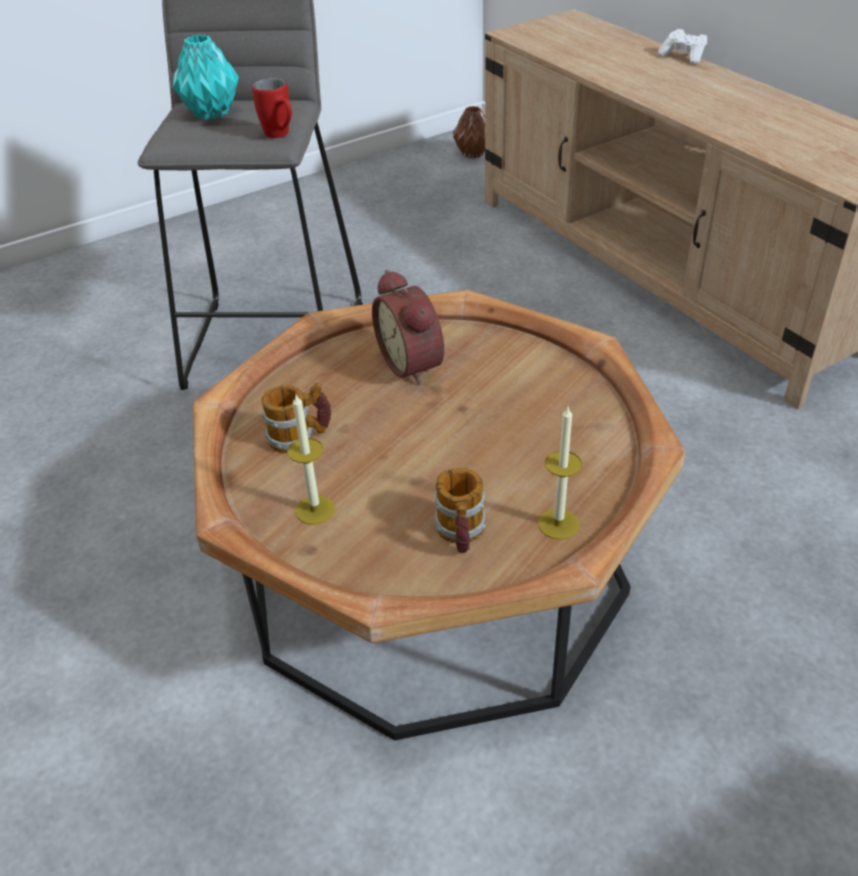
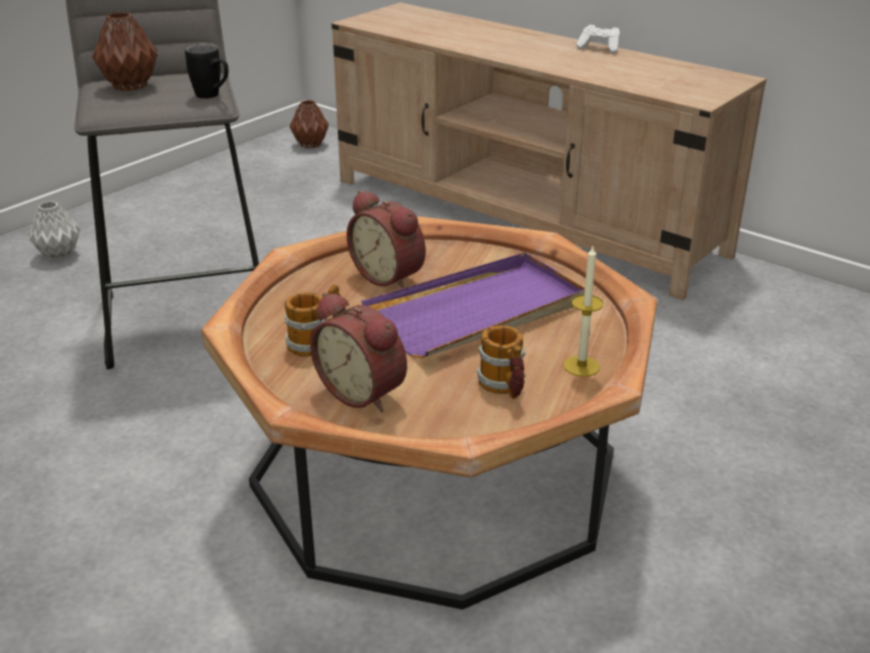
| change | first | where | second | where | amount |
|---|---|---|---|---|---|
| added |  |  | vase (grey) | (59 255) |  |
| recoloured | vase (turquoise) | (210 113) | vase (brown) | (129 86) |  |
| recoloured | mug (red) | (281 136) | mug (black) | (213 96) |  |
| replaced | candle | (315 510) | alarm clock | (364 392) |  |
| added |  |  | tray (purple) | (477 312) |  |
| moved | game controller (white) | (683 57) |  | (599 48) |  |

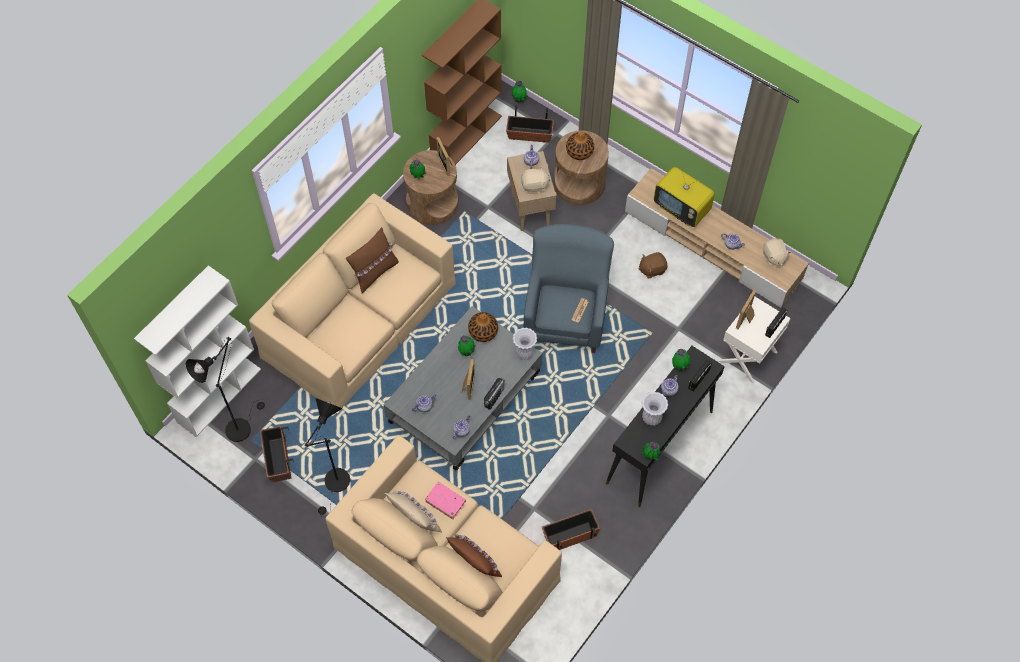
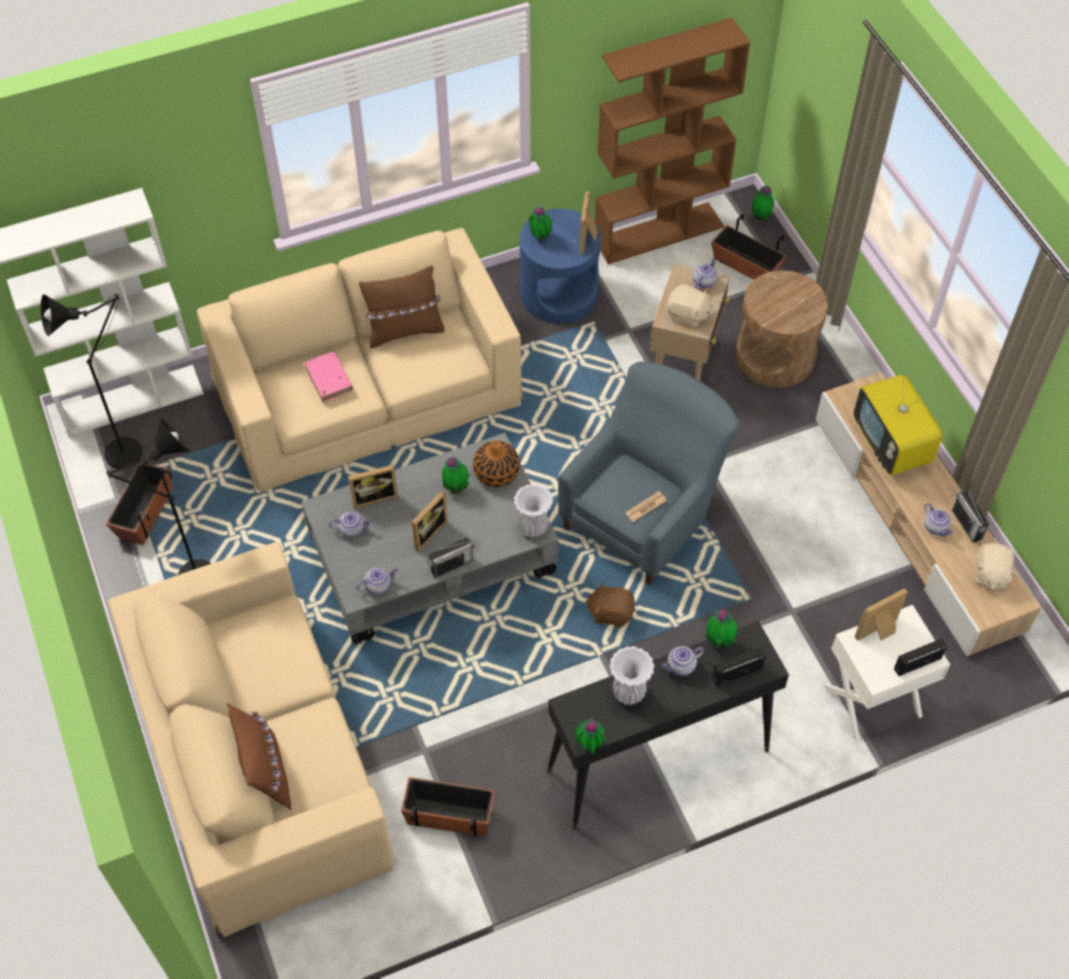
| change | first | where | second | where | amount |
|---|---|---|---|---|---|
| moved | book (pink) | (445 502) |  | (329 380) |  |
| added |  |  | picture frame | (374 496) |  |
| recoloured | side table (brown) | (432 203) | side table (blue) | (559 293) |  |
| moved | plush toy (brown) | (652 269) |  | (611 612) |  |
| added |  |  | radio | (966 525) |  |
| removed | pillow (beige) | (415 521) |  |  |  |
| removed | vase | (579 152) |  |  |  |

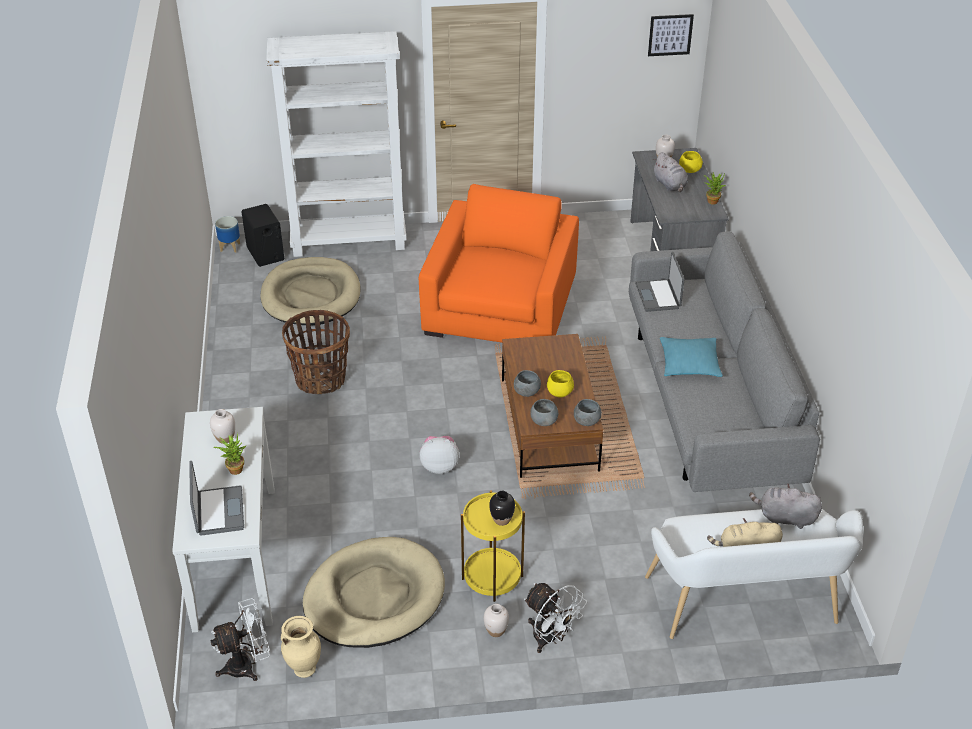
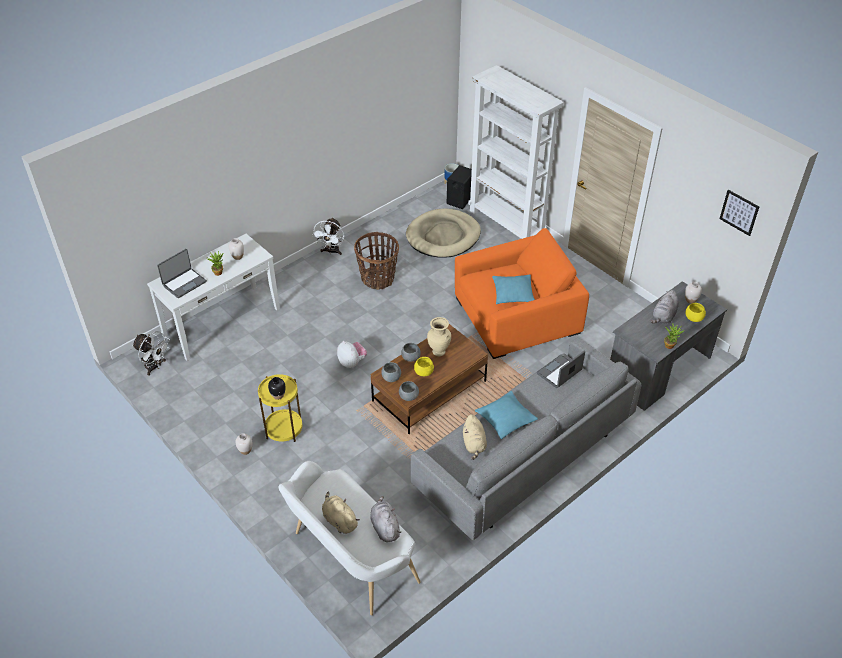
| change | first | where | second | where | amount |
|---|---|---|---|---|---|
| moved | fan (white) | (550 639) |  | (331 252) |  |
| moved | vase (beige) | (304 669) |  | (439 351) |  |
| added |  |  | plush toy (beige) | (474 444) |  |
| added |  |  | pillow (turquoise) | (513 293) |  |
| removed | dog bed (beige) | (374 597) |  |  |  |

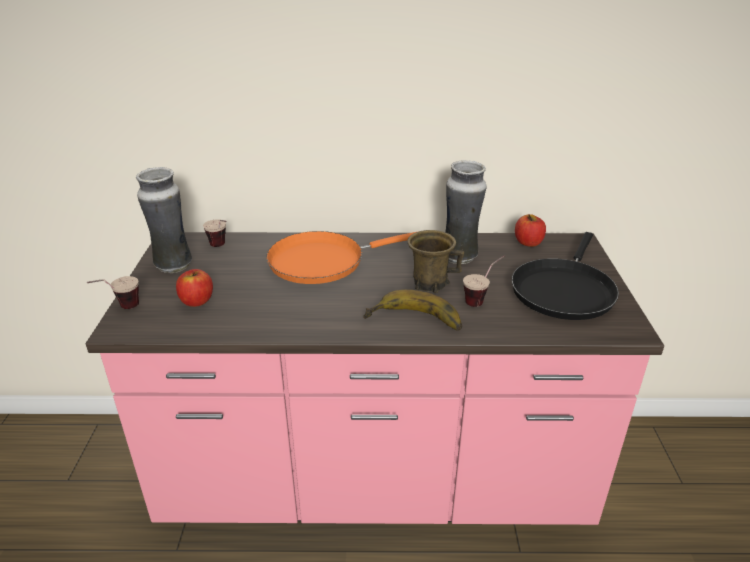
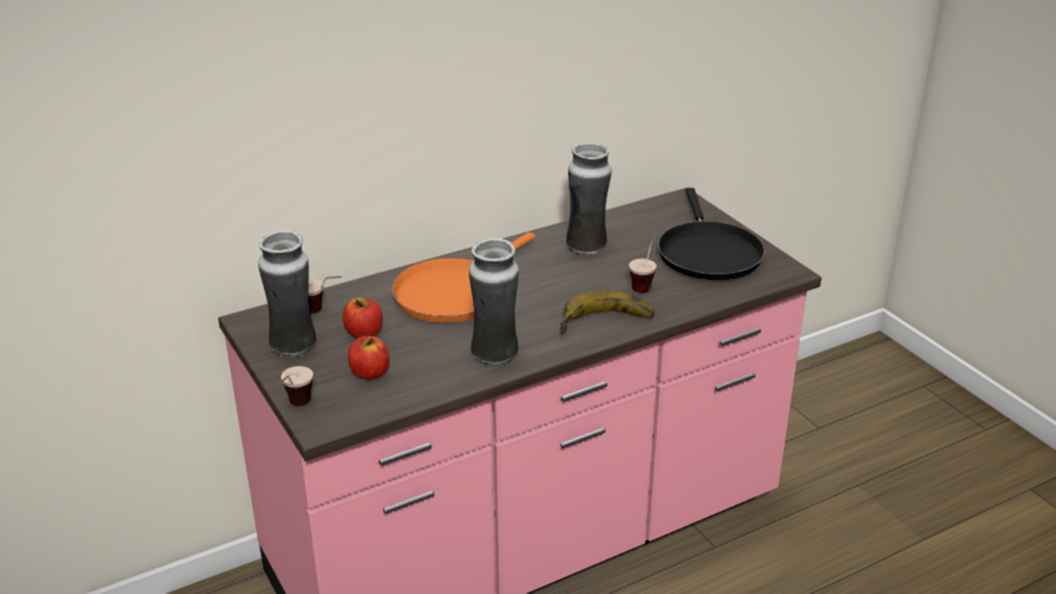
| change | first | where | second | where | amount |
|---|---|---|---|---|---|
| moved | apple | (528 243) |  | (364 333) |  |
| added |  |  | vase | (495 356) |  |
| removed | mug (brown) | (429 282) |  |  |  |

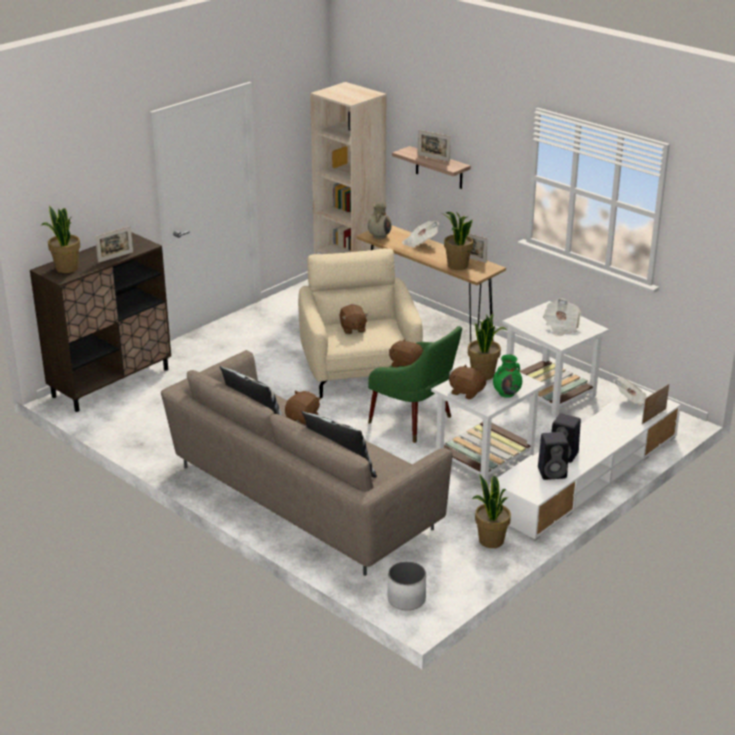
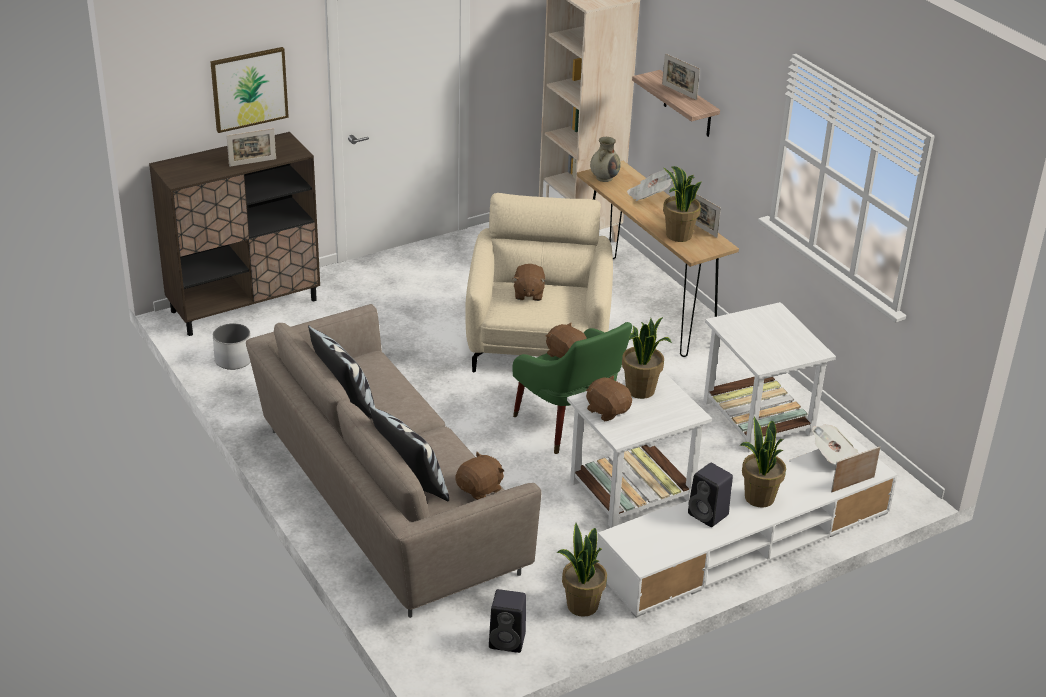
| change | first | where | second | where | amount |
|---|---|---|---|---|---|
| added |  |  | picture | (249 89) |  |
| moved | planter (white) | (406 599) |  | (233 360) |  |
| moved | plush toy (brown) | (303 418) |  | (480 489) |  |
| moved | speaker (black) | (553 472) |  | (508 640) |  |
| moved | potted plant | (66 268) |  | (758 497) |  |
| removed | vase (green) | (507 393) |  |  |  |
| removed | newspaper | (561 327) |  |  |  |

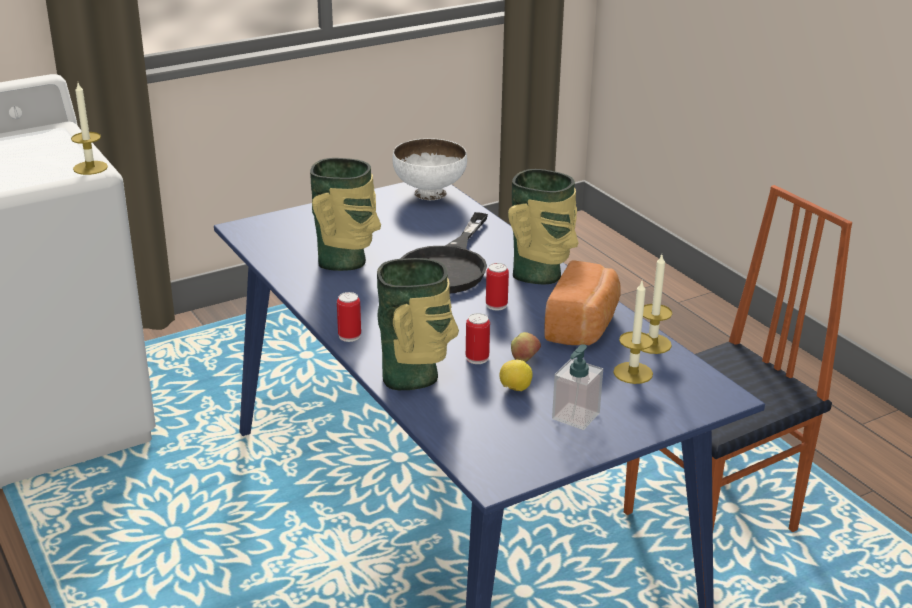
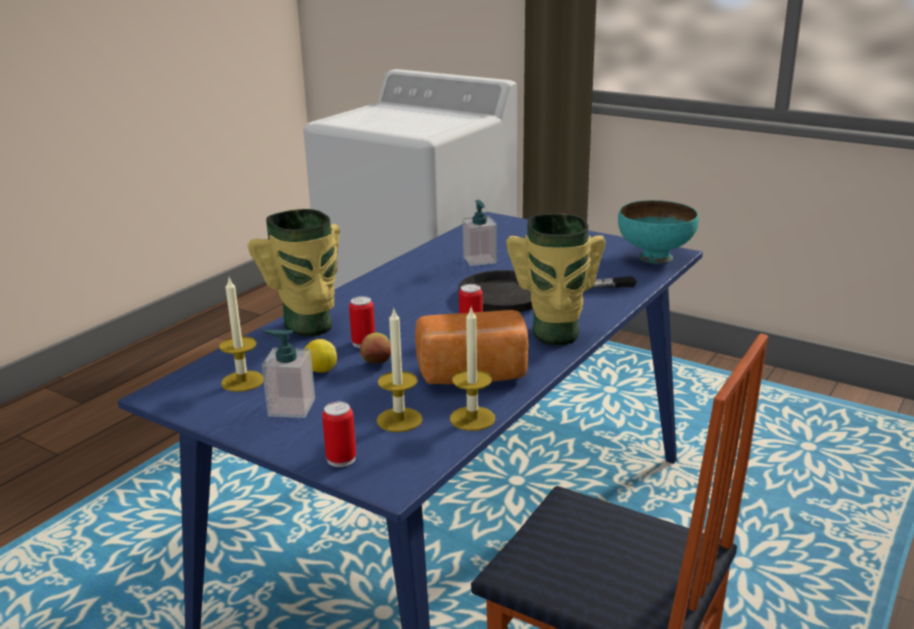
| change | first | where | second | where | amount |
|---|---|---|---|---|---|
| moved | candle | (90 168) |  | (242 381) |  |
| moved | can | (349 336) |  | (341 459) |  |
| replaced | vase | (345 262) | soap dispenser | (479 260) |  |
| recoloured | bowl (white) | (429 193) | bowl (turquoise) | (654 257) |  |

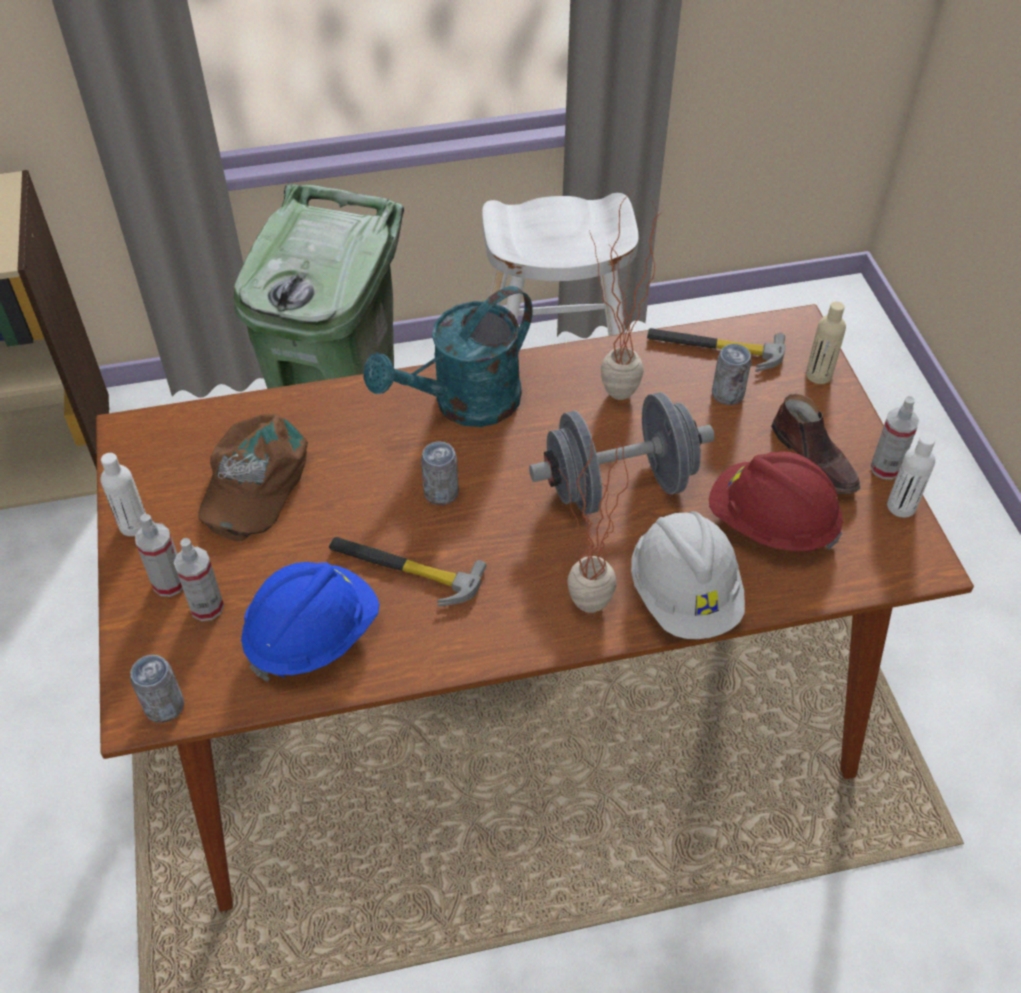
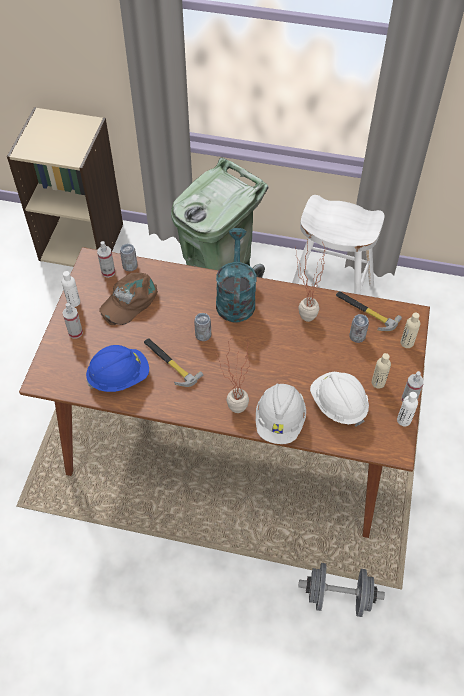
| change | first | where | second | where | amount |
|---|---|---|---|---|---|
| moved | spray bottle | (207 607) |  | (108 272) |  |
| moved | can | (164 706) |  | (130 266) |  |
| turned | watering can (turquoise) | (464 405) |  | (235 298) | 105 degrees clockwise |
| moved | dumbbell (grey) | (619 486) |  | (338 596) |  |
| recoloured | hard hat (red) | (770 524) | hard hat (white) | (338 404) |  |
| replaced | shoe (brown) | (815 459) | bottle (beige) | (378 383) |  |

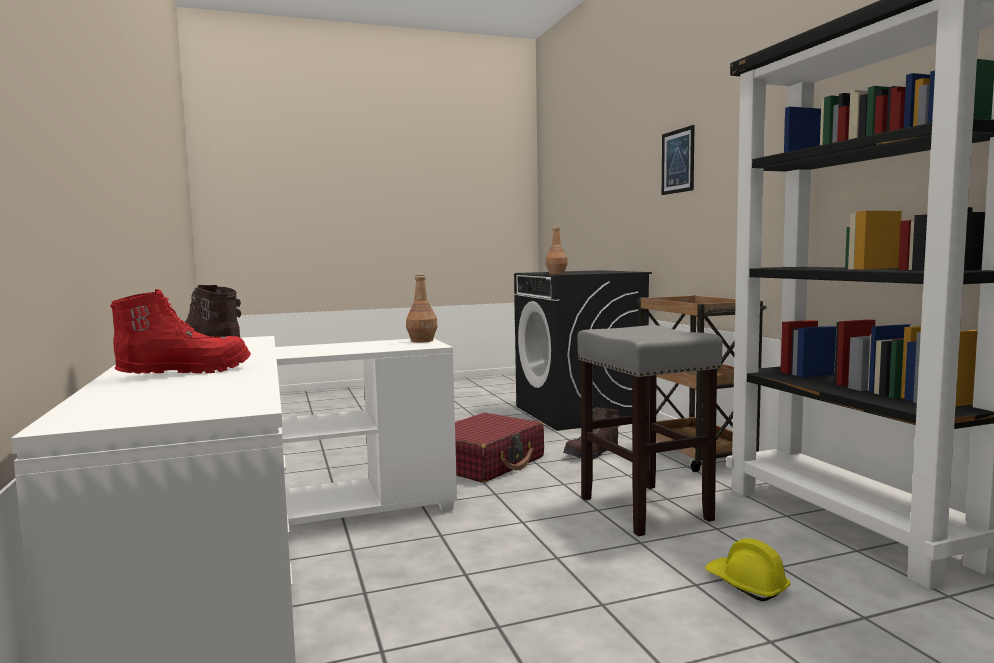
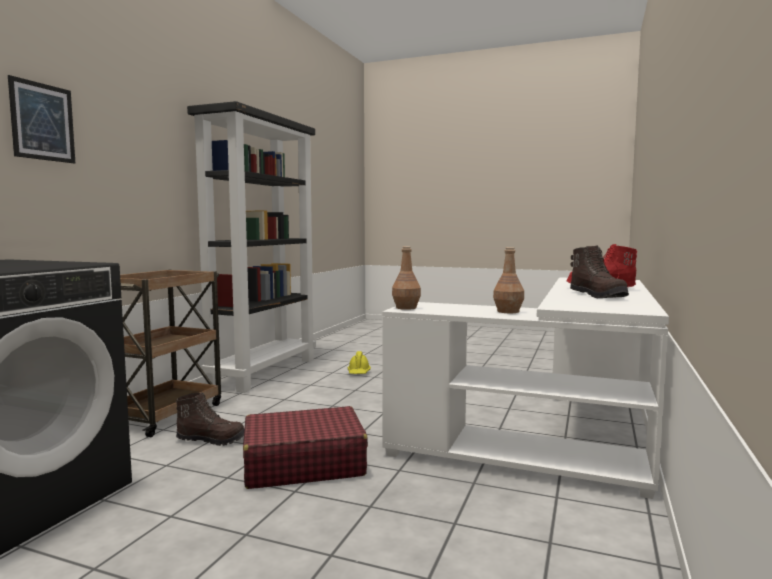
| change | first | where | second | where | amount |
|---|---|---|---|---|---|
| moved | bottle (brown) | (556 273) |  | (508 311) |  |
| removed | stool (grey) | (646 509) |  |  |  |

